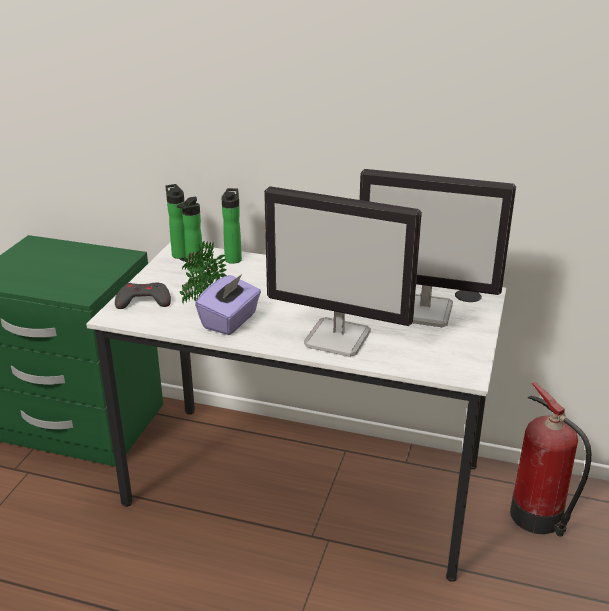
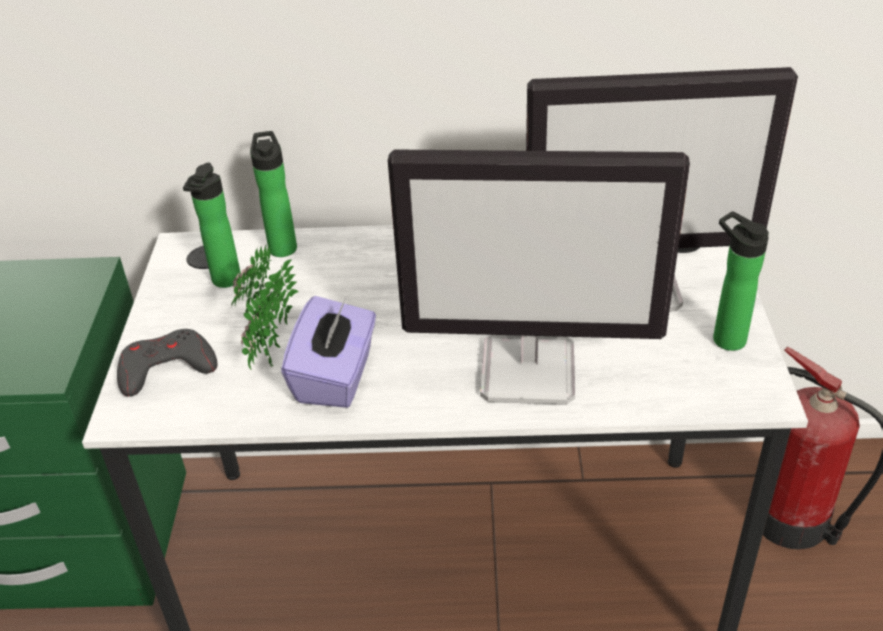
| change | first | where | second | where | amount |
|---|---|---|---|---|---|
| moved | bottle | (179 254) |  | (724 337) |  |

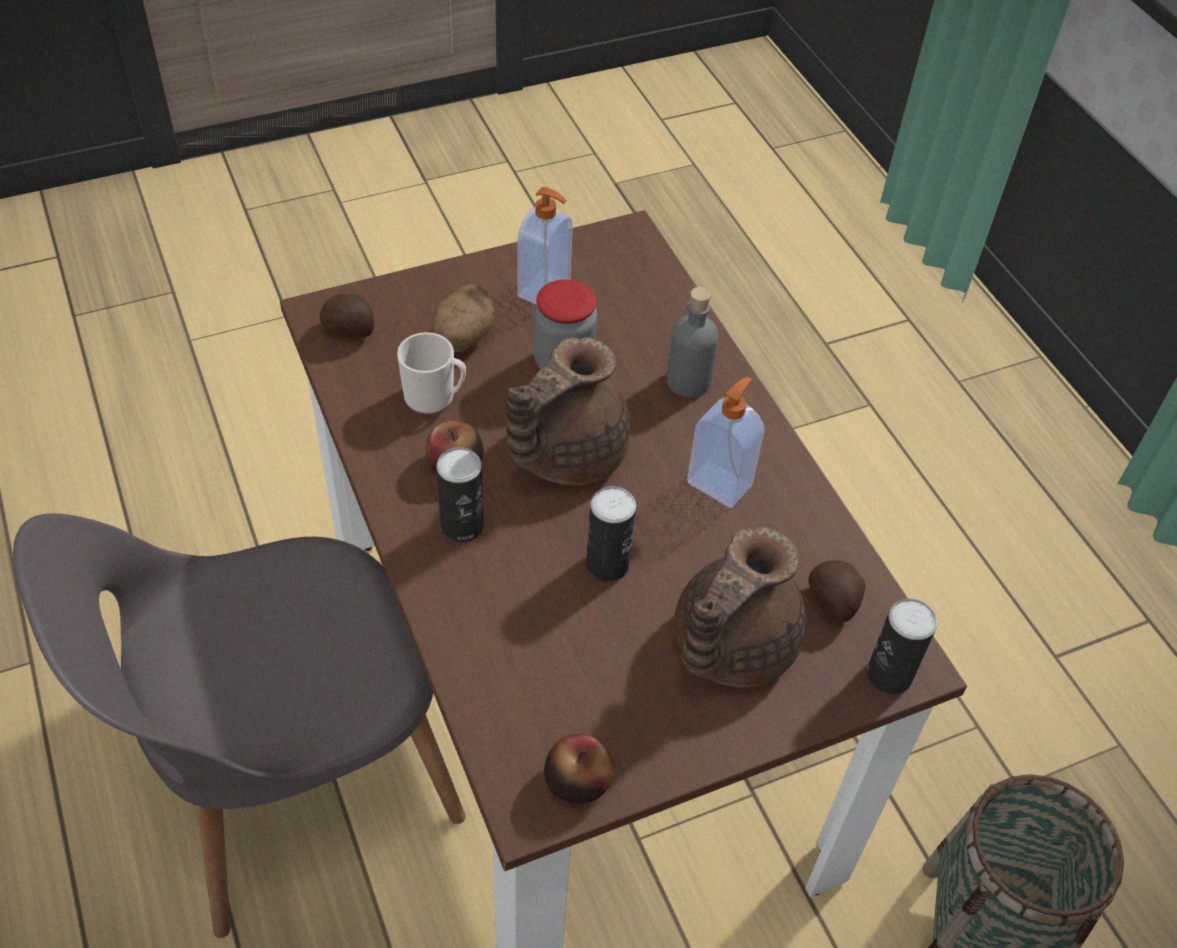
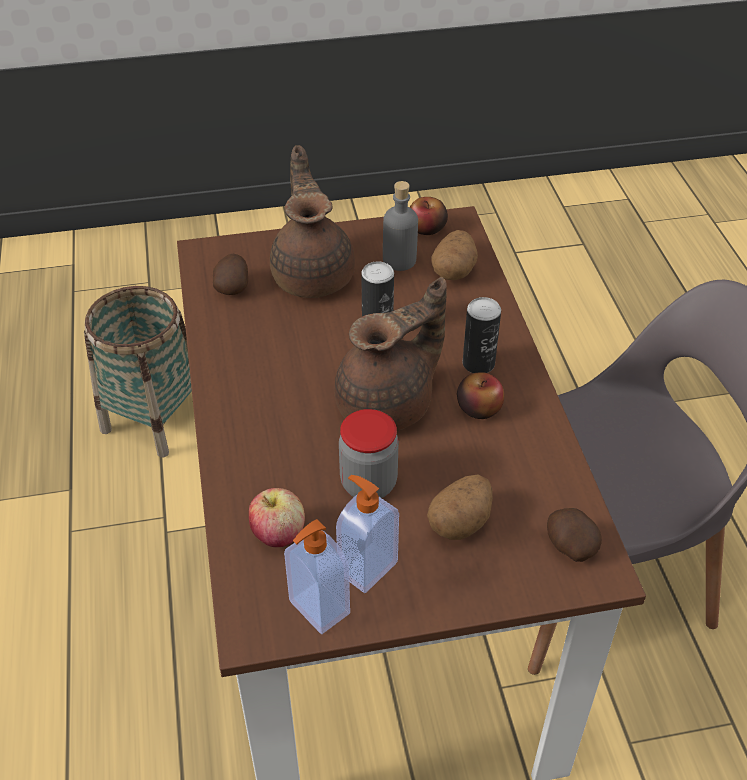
| change | first | where | second | where | amount |
|---|---|---|---|---|---|
| added |  |  | apple | (278 534) |  |
| turned | teapot (brown) | (729 646) |  | (313 274) | 60 degrees counterclockwise |
| moved | soap dispenser | (720 483) |  | (317 609) |  |
| moved | bottle (grey) | (688 381) |  | (399 260) |  |
| added |  |  | potato | (454 270) |  |
| removed | mug | (434 397) |  |  |  |
| removed | can | (889 675) |  |  |  |

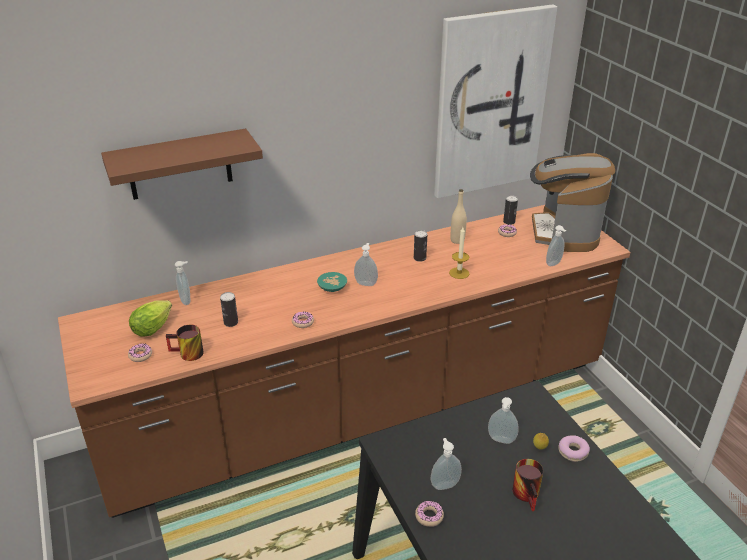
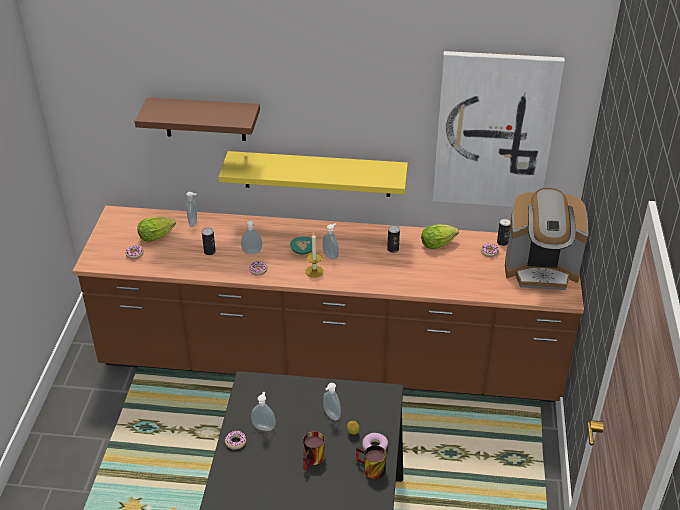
| change | first | where | second | where | amount |
|---|---|---|---|---|---|
| added |  |  | shelf (yellow) | (317 174) |  |
| moved | soap dispenser | (554 264) |  | (252 253) |  |
| moved | candle | (459 273) |  | (314 271) |  |
| moved | mug | (187 354) |  | (370 470) |  |
| replaced | bottle (beige) | (457 240) | lettuce | (439 244) |  |
| turned | coffee machine | (563 233) |  | (541 269) | 120 degrees counterclockwise |

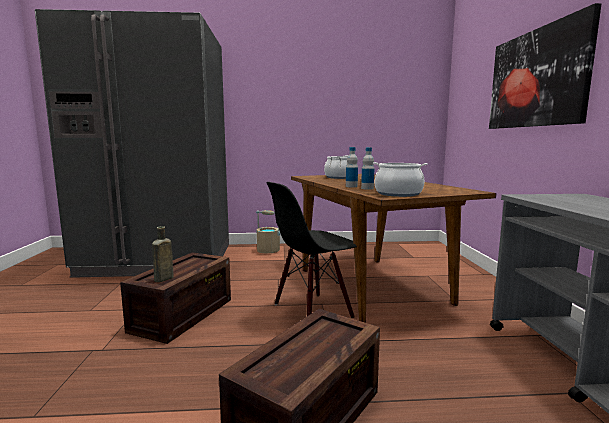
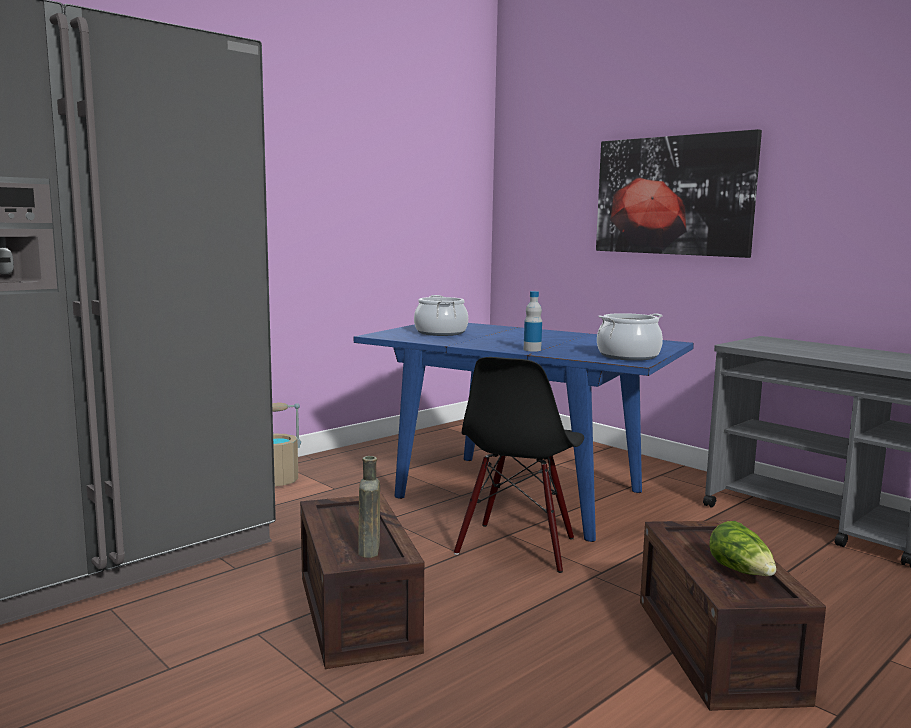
| change | first | where | second | where | amount |
|---|---|---|---|---|---|
| recoloured | dining table (brown) | (370 285) | dining table (blue) | (517 494) |  |
| added |  |  | lettuce | (742 572) |  |
| removed | bottle | (367 188) |  |  |  |

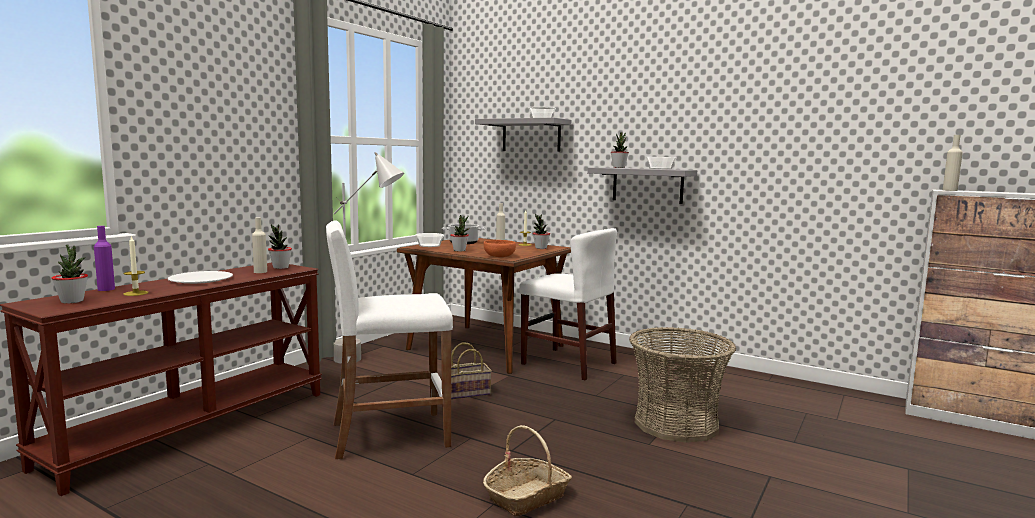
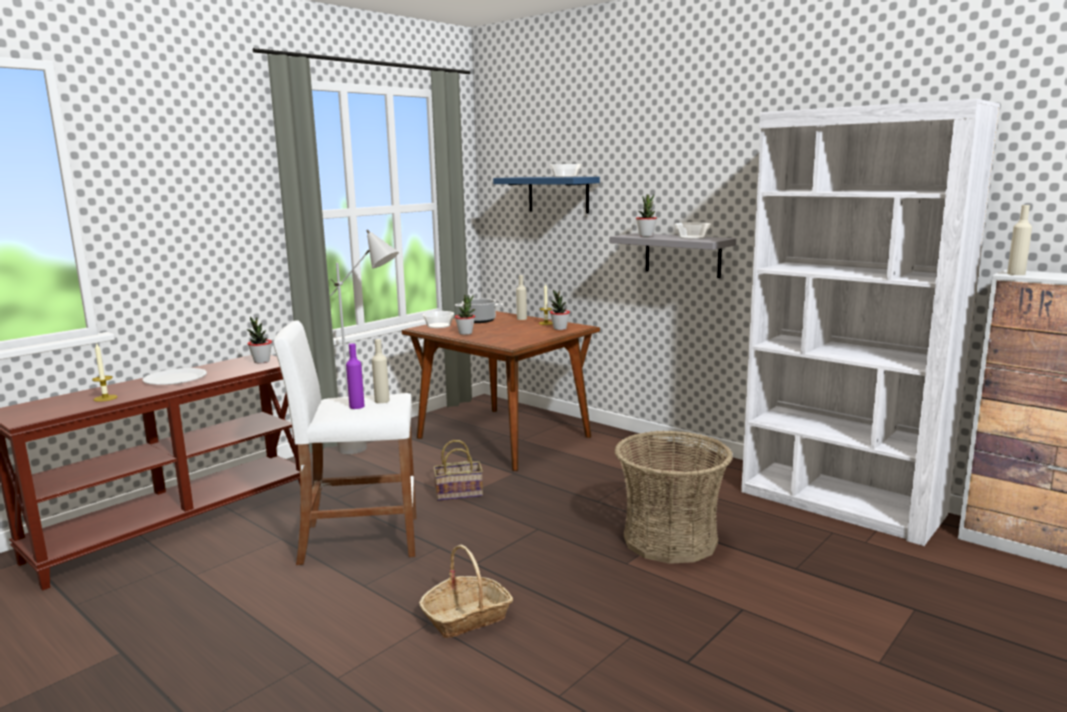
| change | first | where | second | where | amount |
|---|---|---|---|---|---|
| moved | bottle (purple) | (106 289) |  | (357 406) |  |
| moved | bottle (beige) | (260 272) |  | (382 401) |  |
| recoloured | shelf (grey) | (531 135) | shelf (blue) | (558 194) |  |
| added |  |  | bookcase (white) | (840 504) |  |
| removed | potted plant | (72 301) |  |  |  |
| removed | bowl (orange) | (499 256) |  |  |  |
| removed | chair (white) | (568 363) |  |  |  |

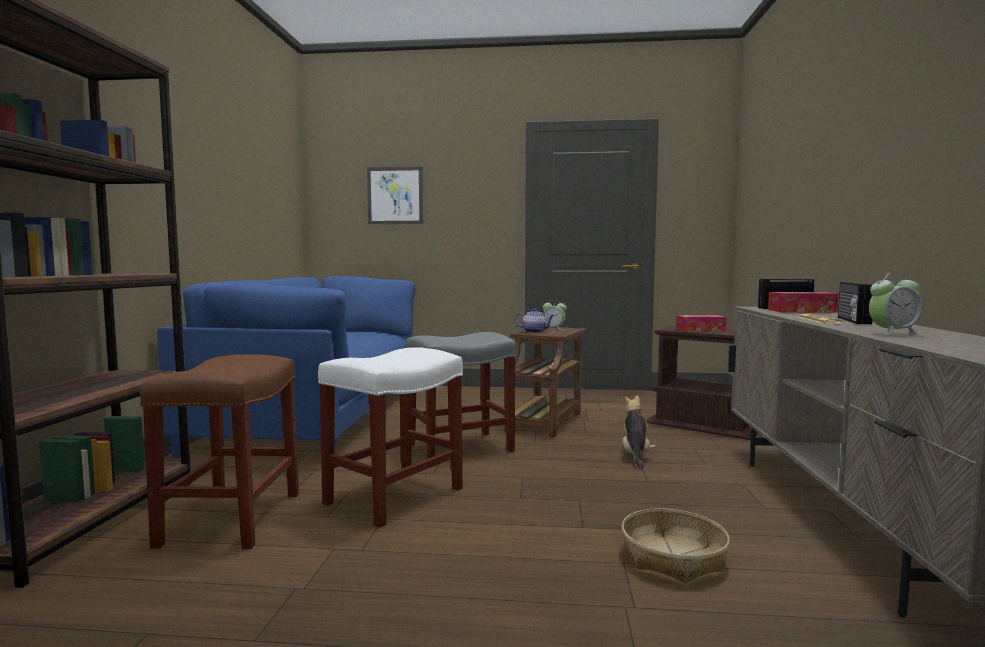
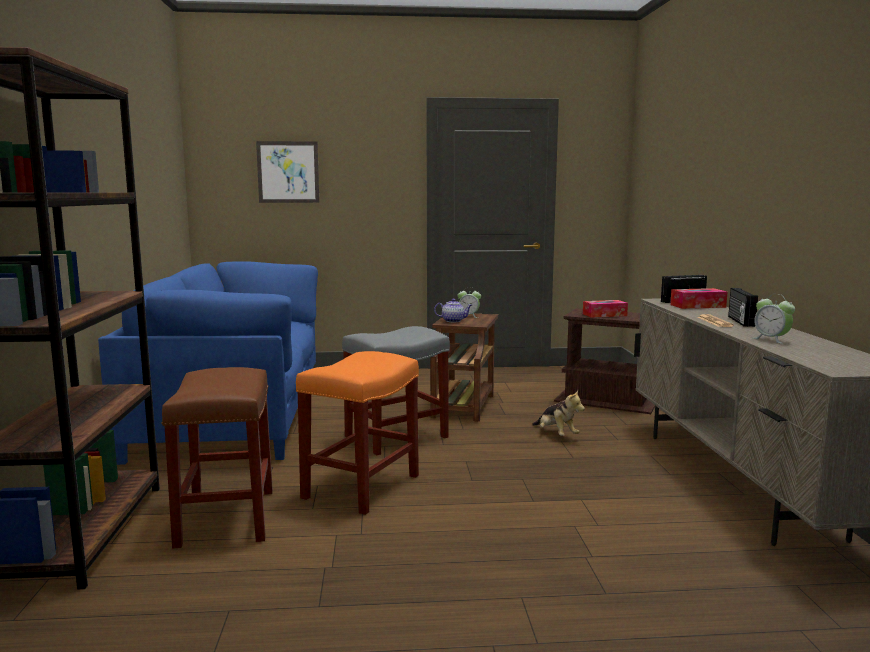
| change | first | where | second | where | amount |
|---|---|---|---|---|---|
| recoloured | stool (white) | (395 495) | stool (orange) | (362 486) |  |
| turned | plush toy | (635 455) |  | (556 434) | 150 degrees clockwise |
| turned | alarm clock | (893 333) |  | (771 339) | 75 degrees clockwise |
| removed | basket | (673 557) |  |  |  |

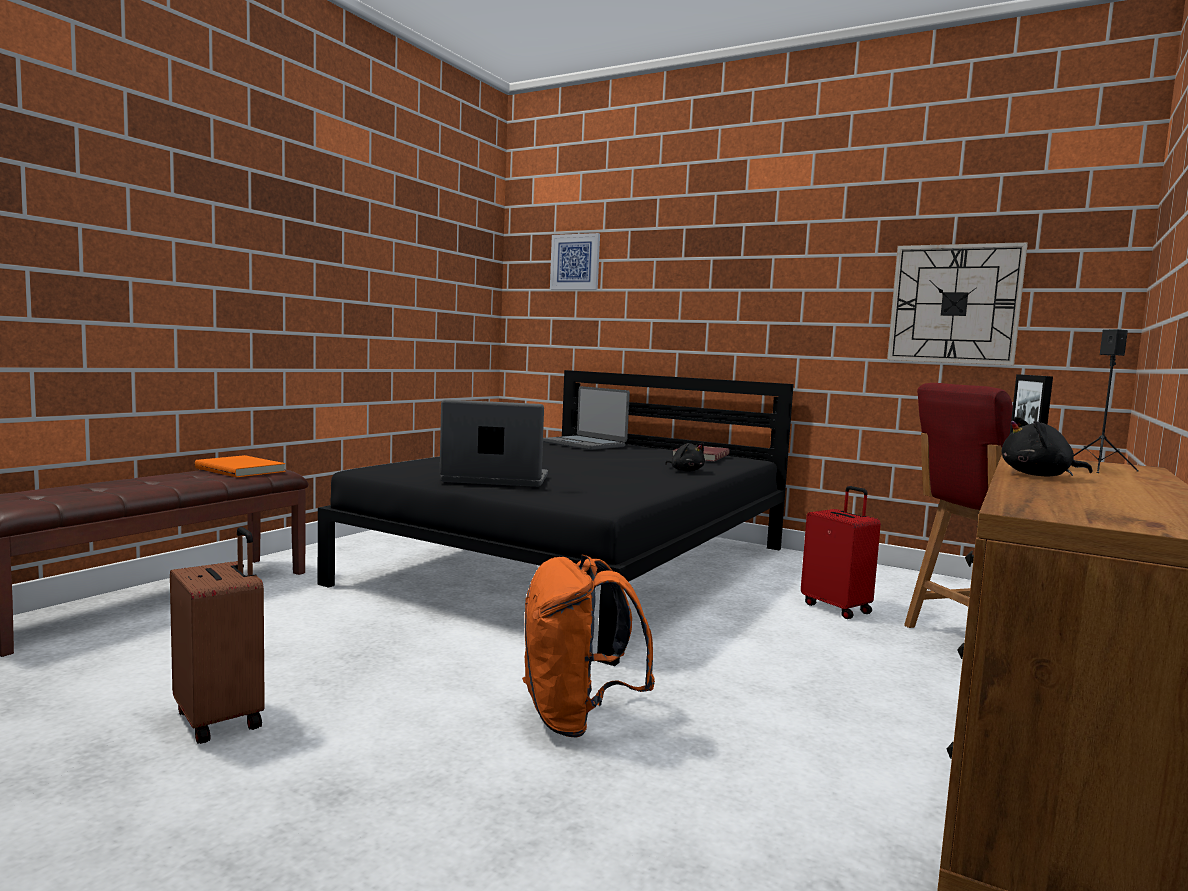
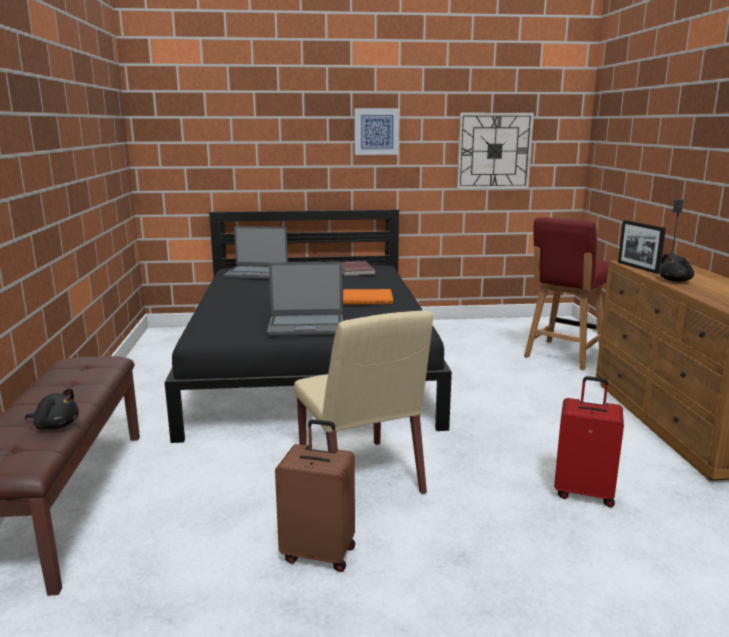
| change | first | where | second | where | amount |
|---|---|---|---|---|---|
| moved | plush toy (black) | (686 471) |  | (55 425) |  |
| turned | laptop | (495 479) |  | (306 326) | 150 degrees counterclockwise |
| added |  |  | chair (beige) | (361 476) |  |
| moved | book (orange) | (242 470) |  | (367 299) |  |
| moved | picture | (575 262) |  | (376 131) |  |
| moved | suitcase (red) | (837 608) |  | (584 492) |  |
| removed | backpack (orange) | (577 718) |  |  |  |

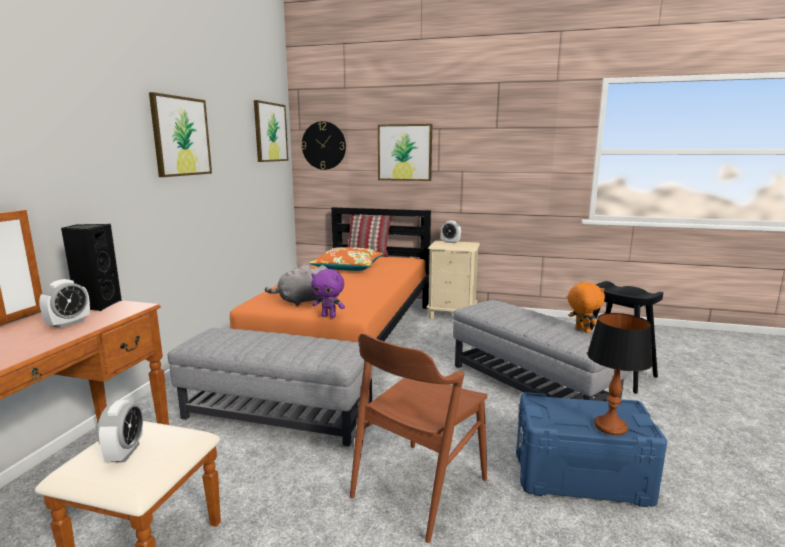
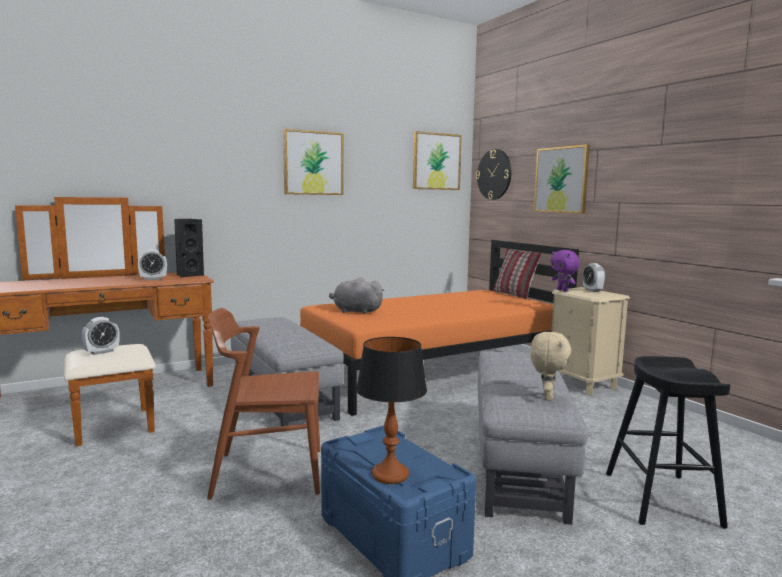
| change | first | where | second | where | amount |
|---|---|---|---|---|---|
| recoloured | plush toy (orange) | (582 330) | plush toy (beige) | (546 397) |  |
| moved | plush toy (purple) | (329 316) |  | (563 290) |  |
| removed | pillow (orange) | (348 267) |  |  |  |

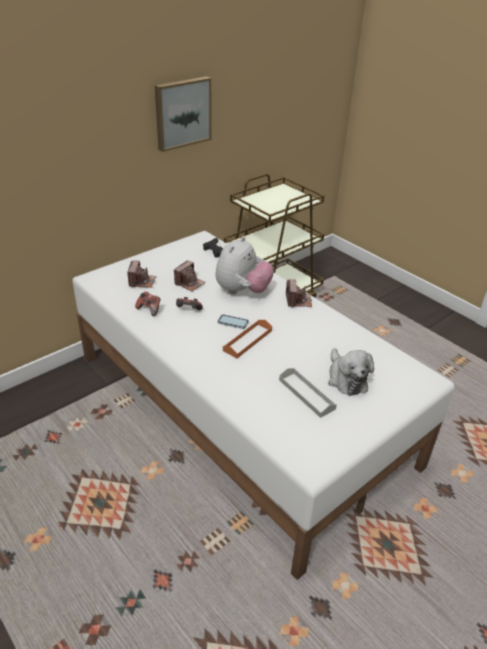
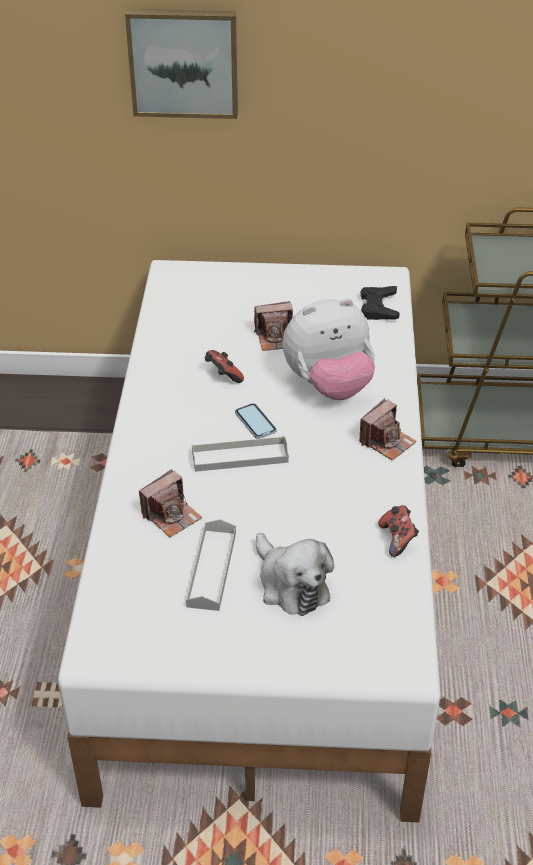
| change | first | where | second | where | amount |
|---|---|---|---|---|---|
| moved | picture | (182 113) |  | (183 62) |  |
| moved | photo camera | (142 282) |  | (171 515) |  |
| recoloured | tray (orange) | (247 340) | tray (grey) | (240 457) |  |
| turned | plush toy | (346 378) |  | (291 584) | 60 degrees counterclockwise |
| moved | game controller | (149 309) |  | (397 539) |  |

